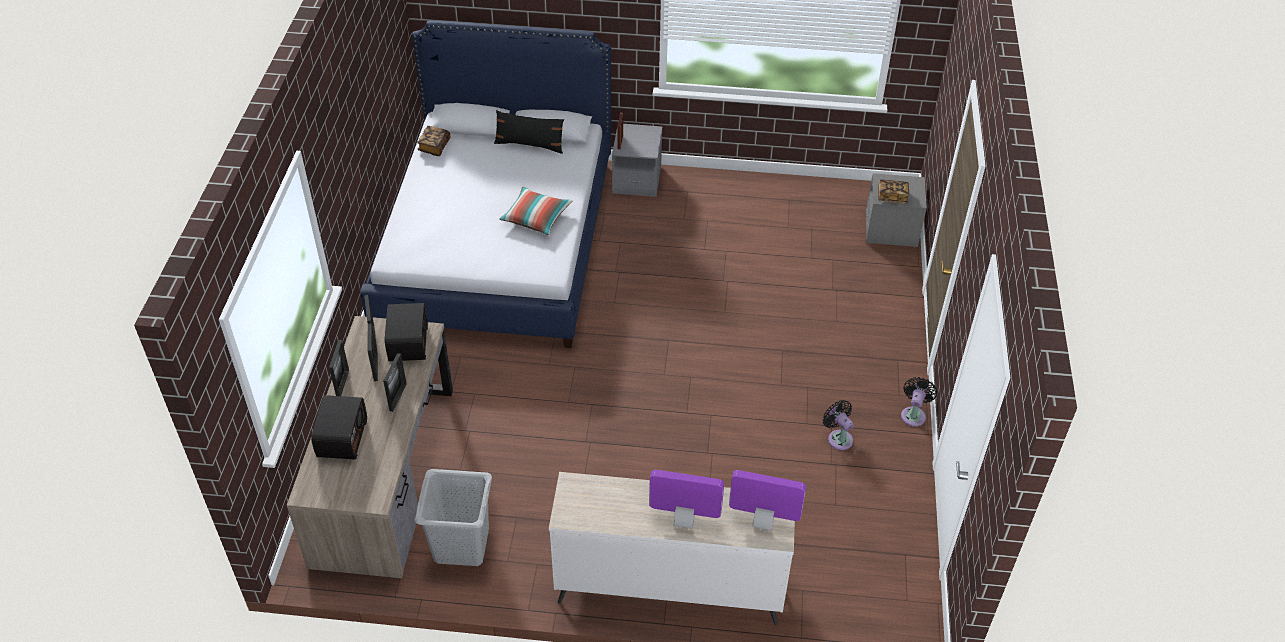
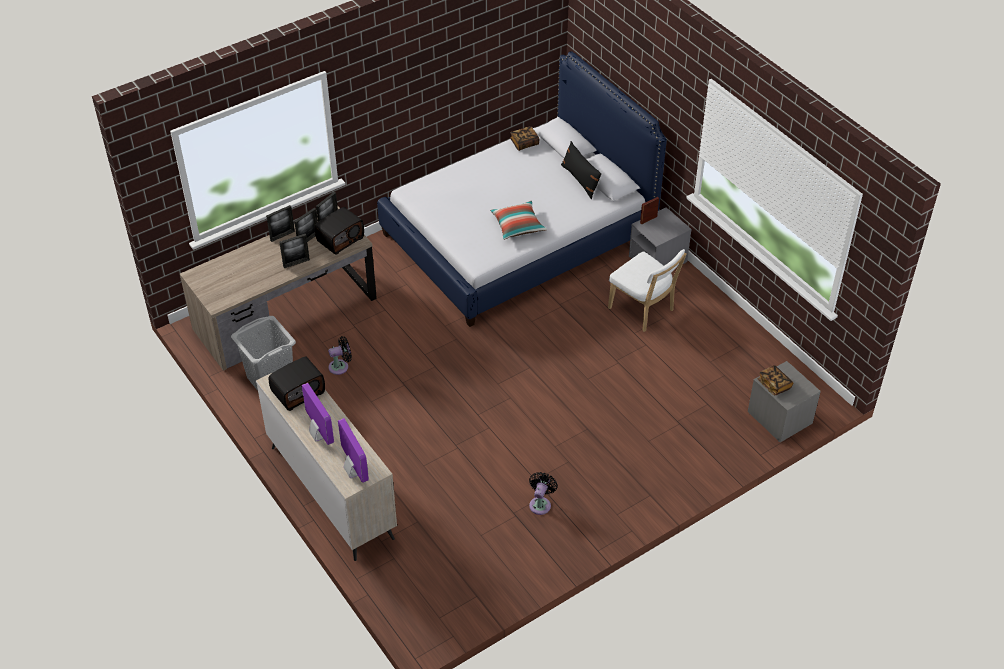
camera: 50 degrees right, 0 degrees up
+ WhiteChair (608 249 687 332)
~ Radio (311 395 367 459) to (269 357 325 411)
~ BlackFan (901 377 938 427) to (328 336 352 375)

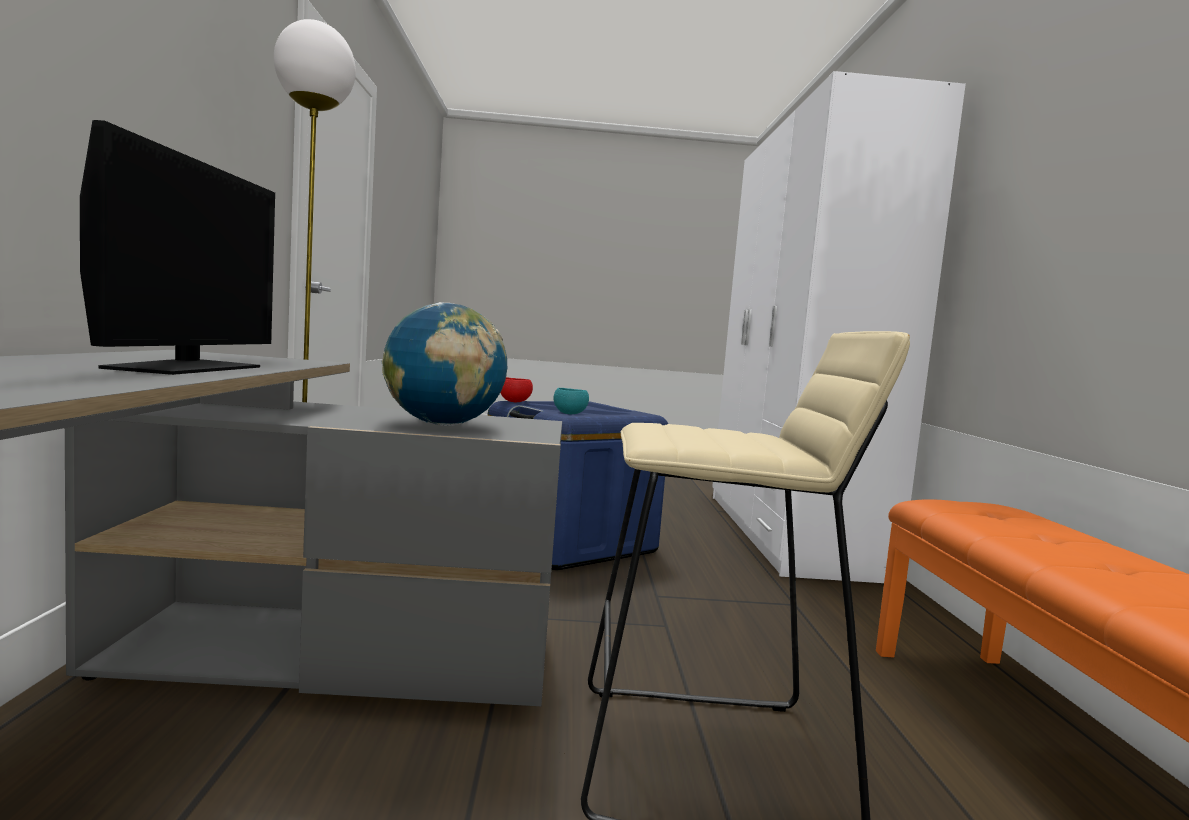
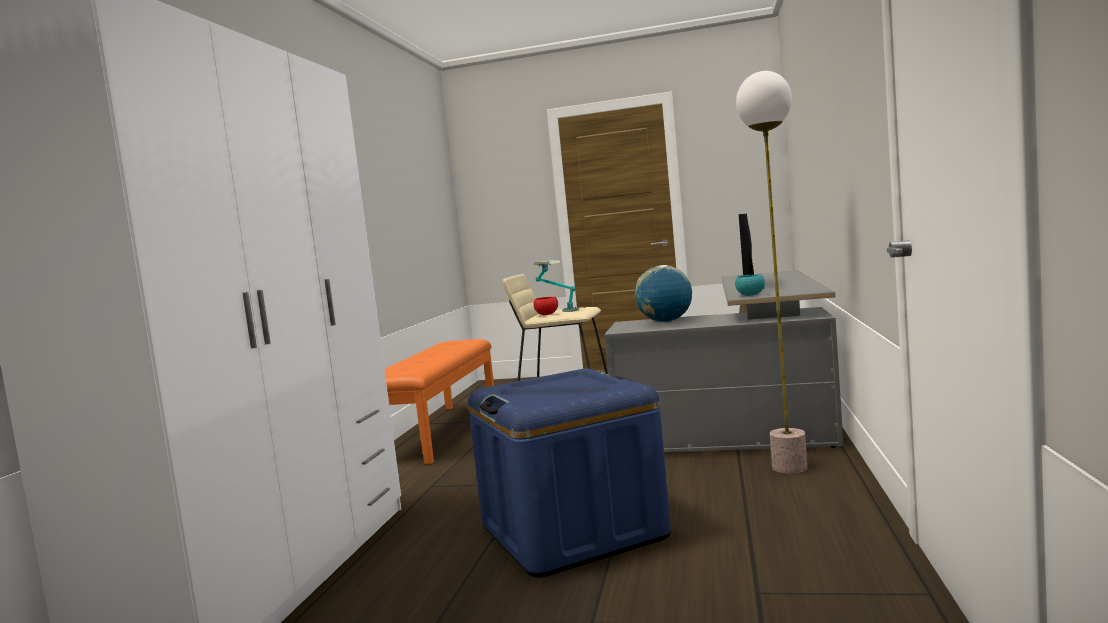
camera: 165 degrees left, 0 degrees up
+ TableLamp (533 260 579 312)
~ RedBowl (500 377 533 402) to (534 297 558 315)
~ TurquoiseBowl (553 388 589 414) to (735 274 765 296)

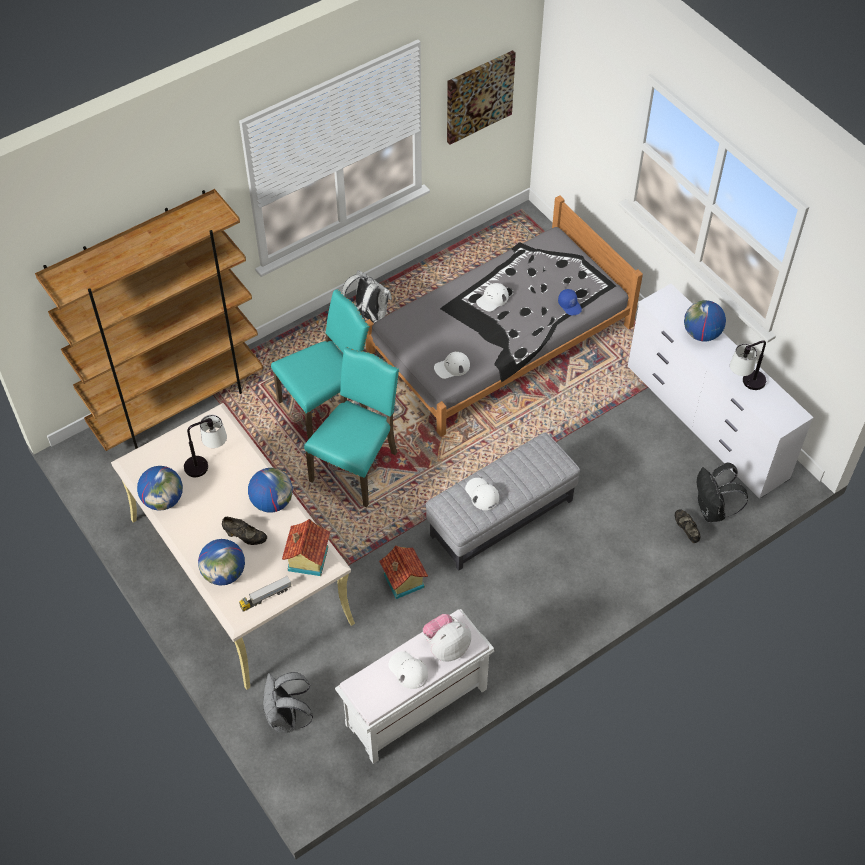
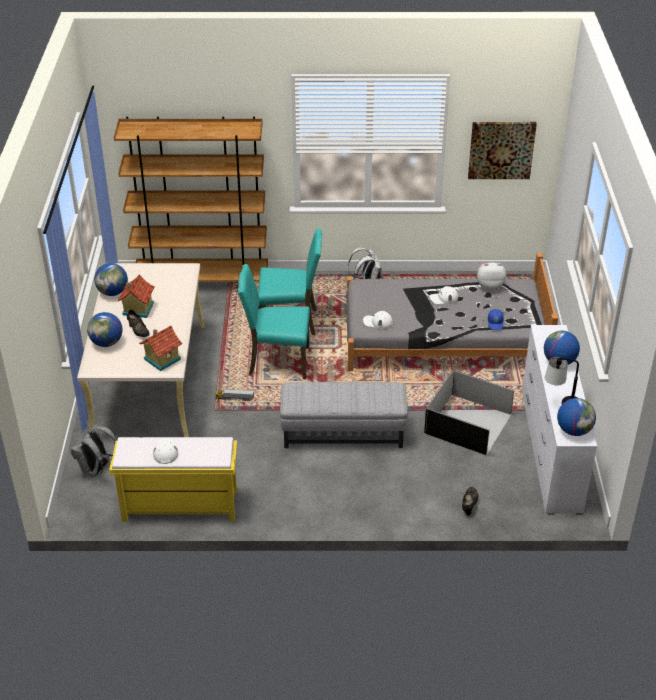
camera: 35 degrees right, 15 degrees down
- TableLamp (184 415 227 477)
- WhiteCap (465 478 499 510)
- BlackBackpack (697 463 748 522)
+ BlackStorageBox (424 370 514 455)
~ ToyTruck (239 576 291 612) to (215 389 254 401)
~ Globe (248 468 293 513) to (557 398 596 436)
~ ToyHouse (379 546 428 599) to (118 274 154 318)
~ PlushToy (423 614 471 662) to (477 262 506 290)
~ WhiteBench (335 609 494 764) to YellowBench (109 437 237 522)
~ TurquoiseChair (304 347 399 507) = (238 264 310 379) 150 degrees counterclockwise

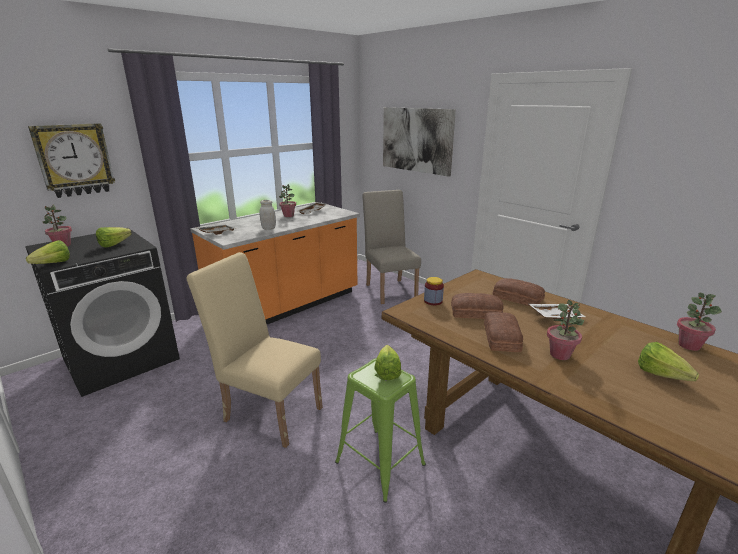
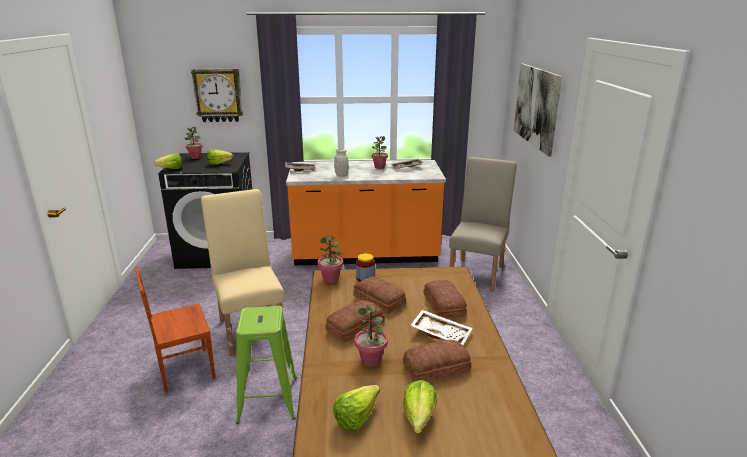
camera: 40 degrees right, 0 degrees up
+ BrownChair (135 266 215 393)
+ Bread (403 340 471 382)
~ Lettuce (375 345 401 380) to (333 385 380 431)
~ PottedPlant (677 293 722 351) to (317 234 343 283)

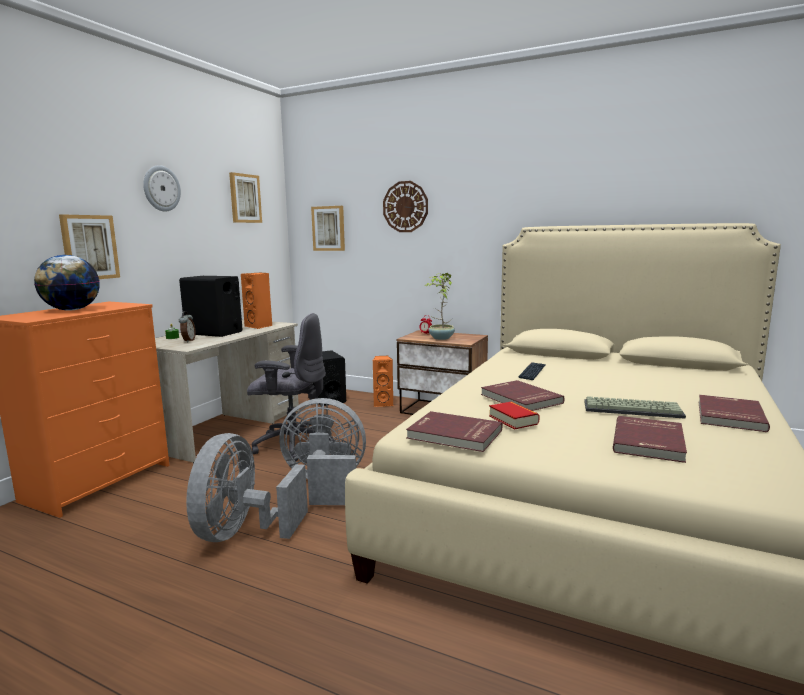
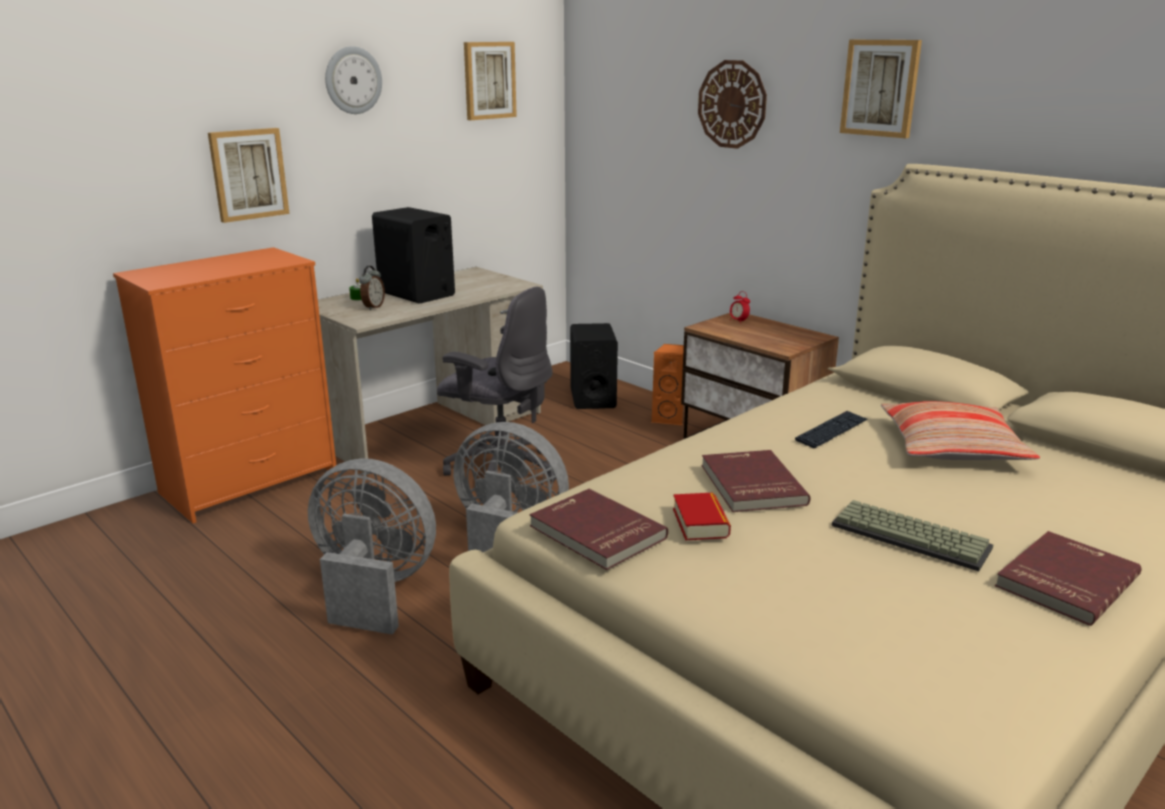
camera: 20 degrees right, 10 degrees up
- Globe (34 255 100 311)
- OrangeSpeaker (241 273 272 329)
- PottedPlant (425 273 455 340)
- RedBook (613 416 687 463)
+ Pillow (881 401 1040 460)
~ Picture (311 206 345 251) to (840 40 922 138)
~ GreyFan (186 433 308 542) = (308 458 436 635) 75 degrees clockwise

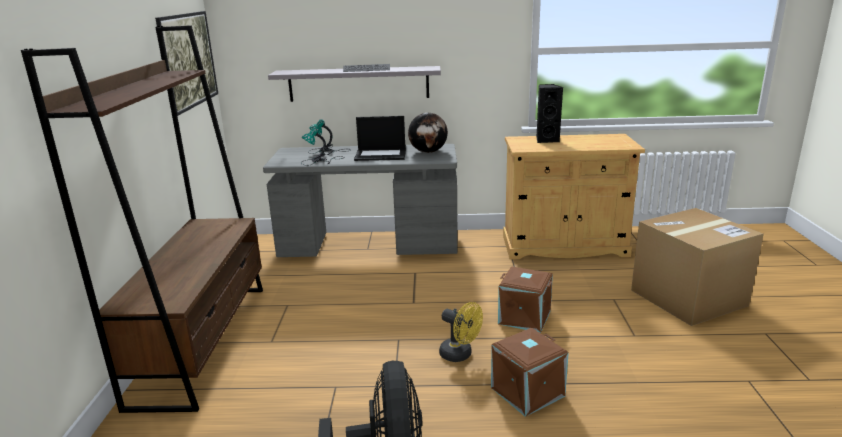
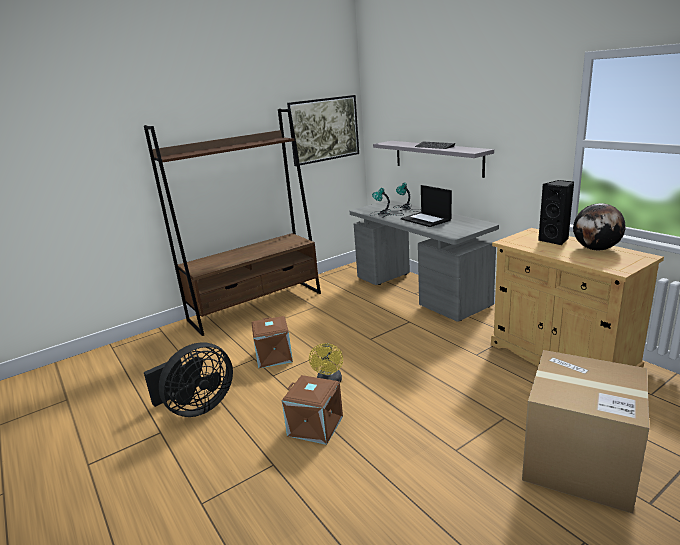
camera: 55 degrees right, 0 degrees up
~ Globe (408 113 448 153) to (573 203 625 250)
~ BrownStorageBox (498 267 553 333) to (251 316 293 369)

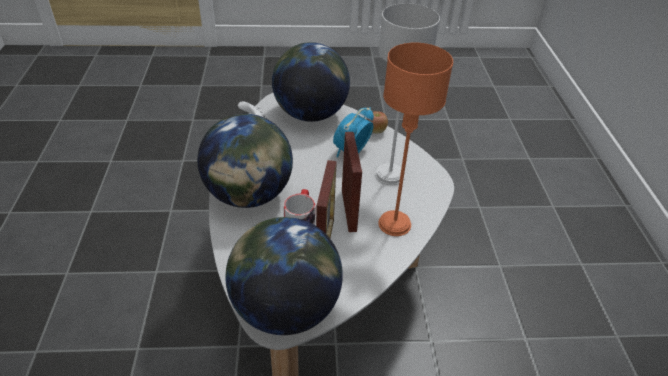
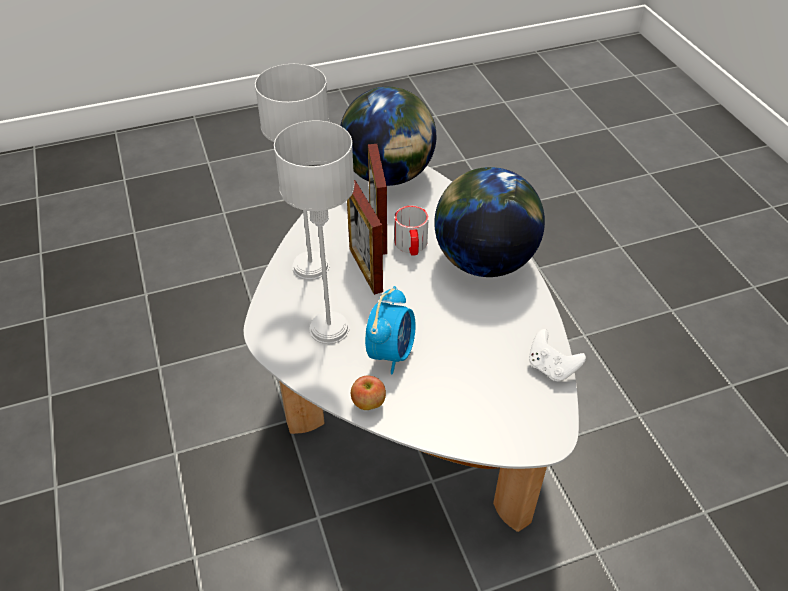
camera: 165 degrees right, 5 degrees up
- Globe (272 42 350 122)
~ OrangeTableLamp (378 43 453 236) to GreyTableLamp (255 64 330 280)

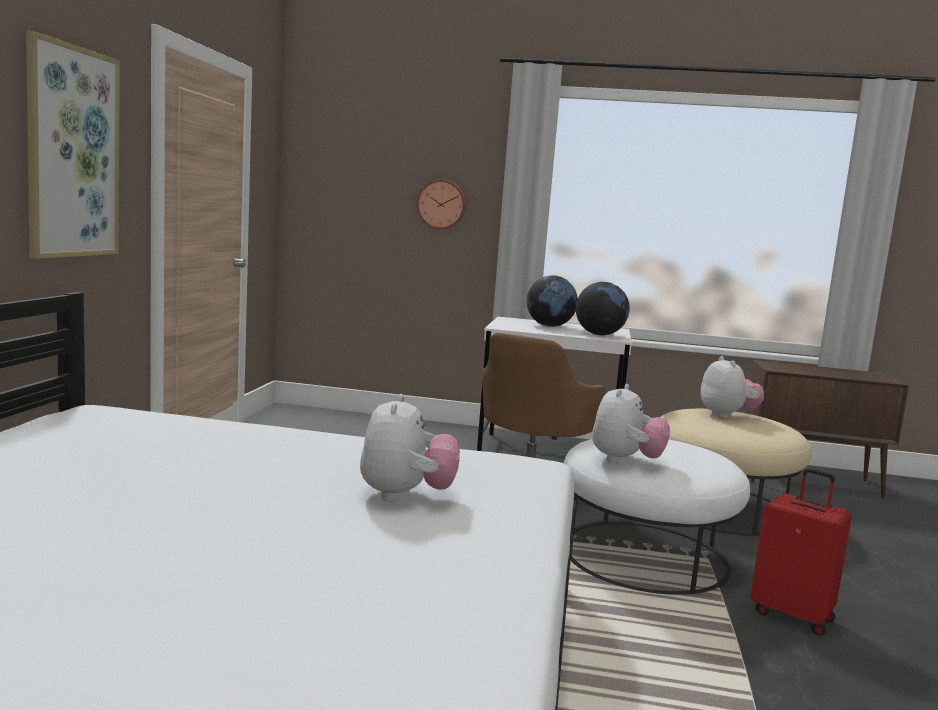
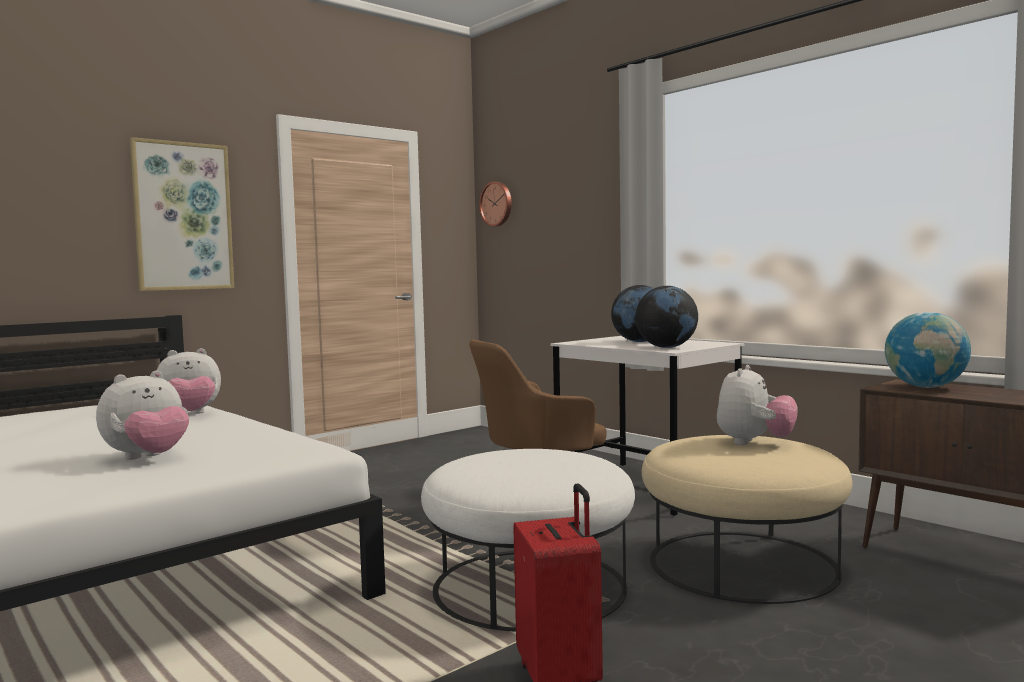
camera: 40 degrees right, 5 degrees down
+ Globe (885 312 971 388)
~ WallClock (417 179 466 230) to (479 181 512 226)
~ PlushToy (592 384 670 463) to (156 348 221 414)

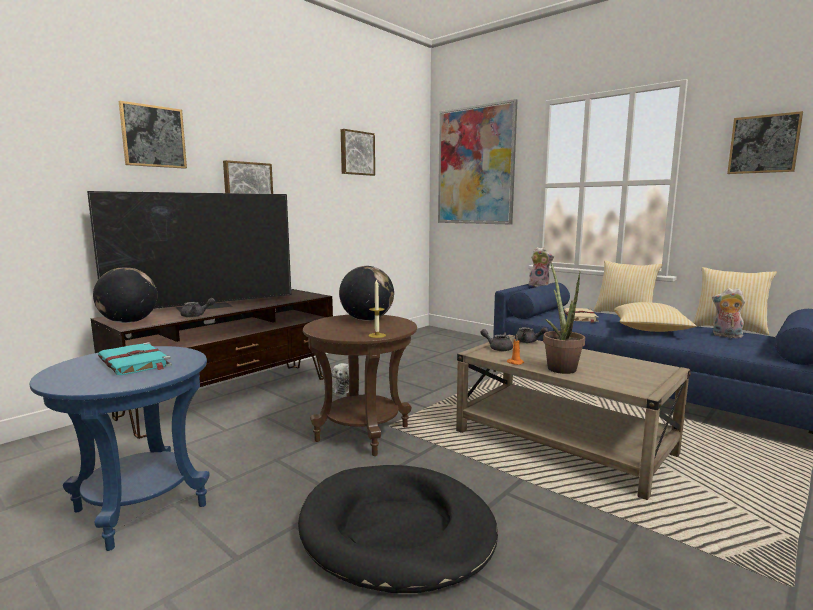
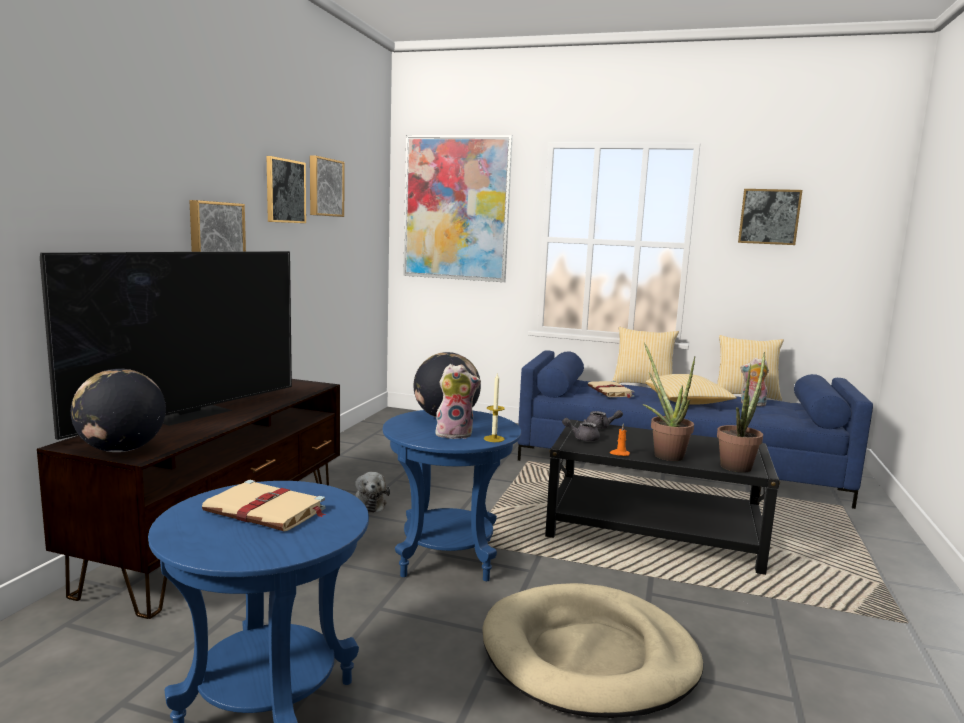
camera: 25 degrees left, 0 degrees up
- GreyTeapot (180 298 216 317)
+ PottedPlant (717 352 765 473)
~ Picture (119 101 187 169) to (267 156 306 223)
~ PlushToy (529 247 554 286) to (435 364 481 439)
~ TurquoiseBook (98 342 172 375) to BeigeBook (202 480 327 531)
~ BlackDogBed (298 465 498 593) to BeigeDogBed (482 583 703 718)
~ BrownSideTable (303 315 417 456) to BlueSideTable (383 410 521 581)
~ BeigeCoffeeTable (456 335 691 500) to BlackCoffeeTable (545 420 780 575)

